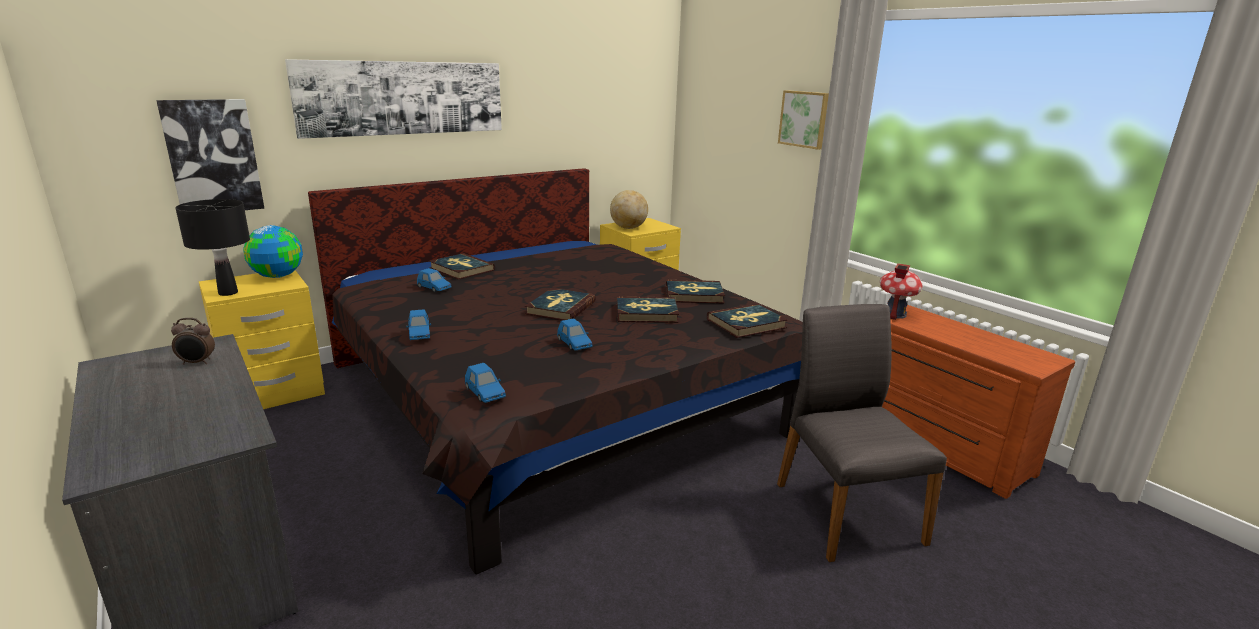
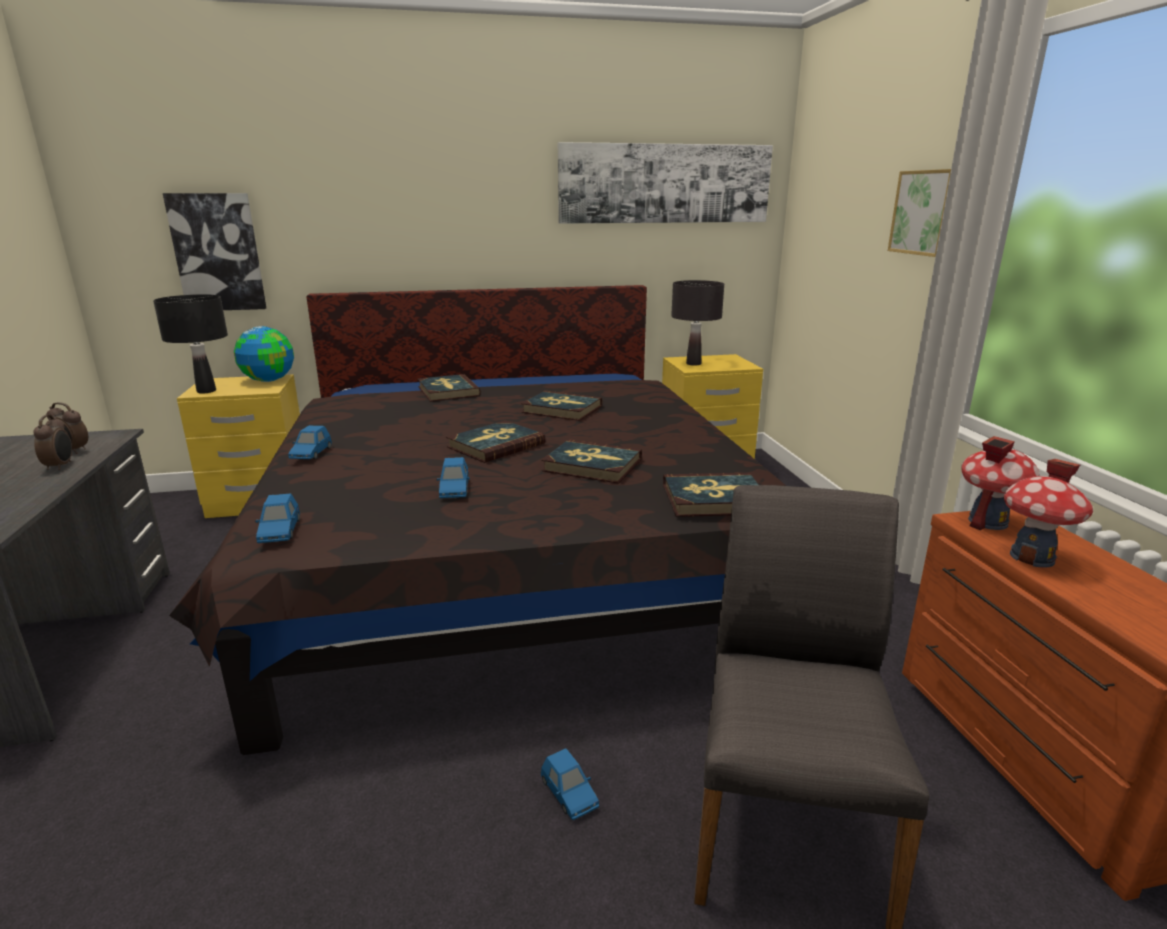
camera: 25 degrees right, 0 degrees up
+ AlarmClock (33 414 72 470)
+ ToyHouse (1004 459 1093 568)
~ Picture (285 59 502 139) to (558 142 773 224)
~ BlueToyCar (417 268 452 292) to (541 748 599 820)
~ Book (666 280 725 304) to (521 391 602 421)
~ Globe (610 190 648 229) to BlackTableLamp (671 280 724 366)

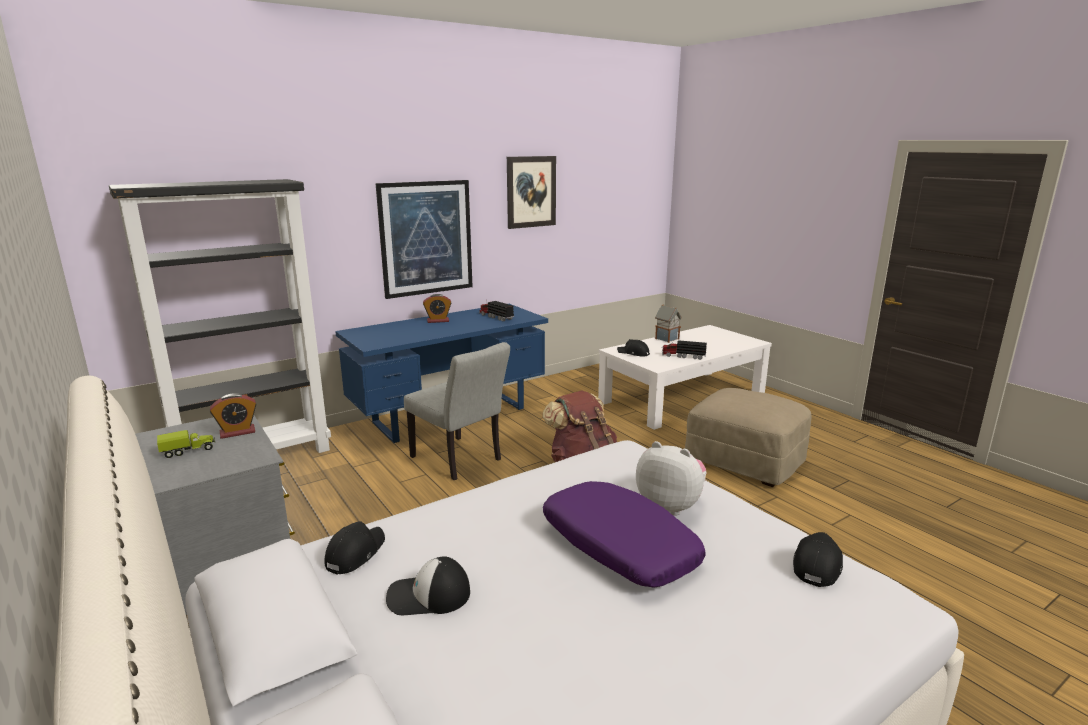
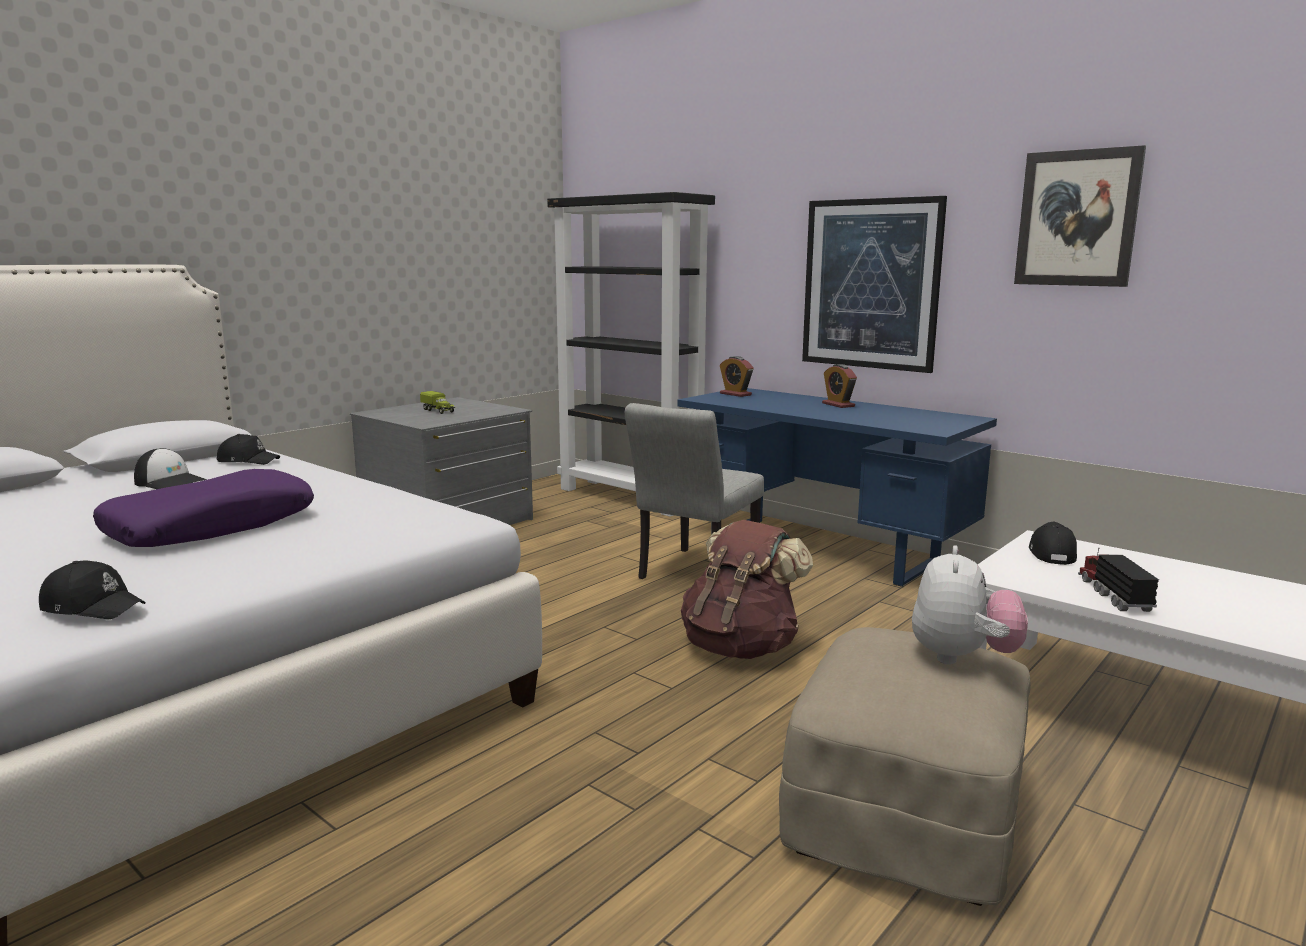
camera: 75 degrees right, 5 degrees down
- ToyTruck (479 300 514 321)
- ToyHouse (655 305 682 343)
~ AlarmClock (210 393 256 439) to (720 356 754 397)
~ PlushToy (636 441 707 516) to (912 545 1028 665)
~ Cap (386 556 470 615) = (134 448 207 489) 135 degrees clockwise

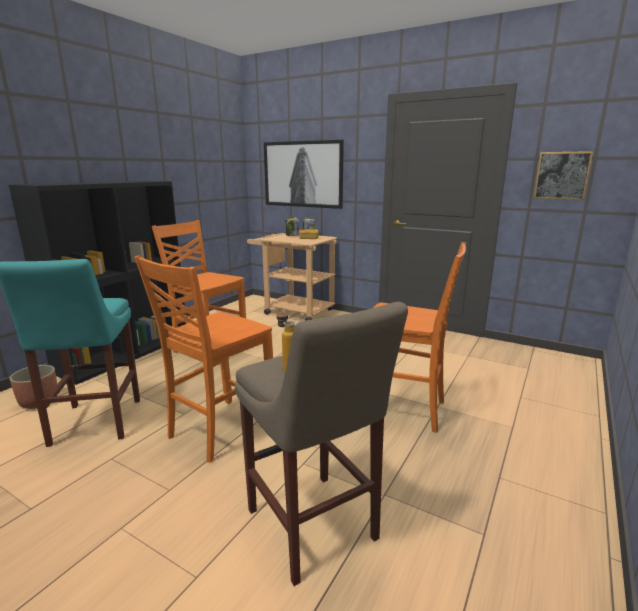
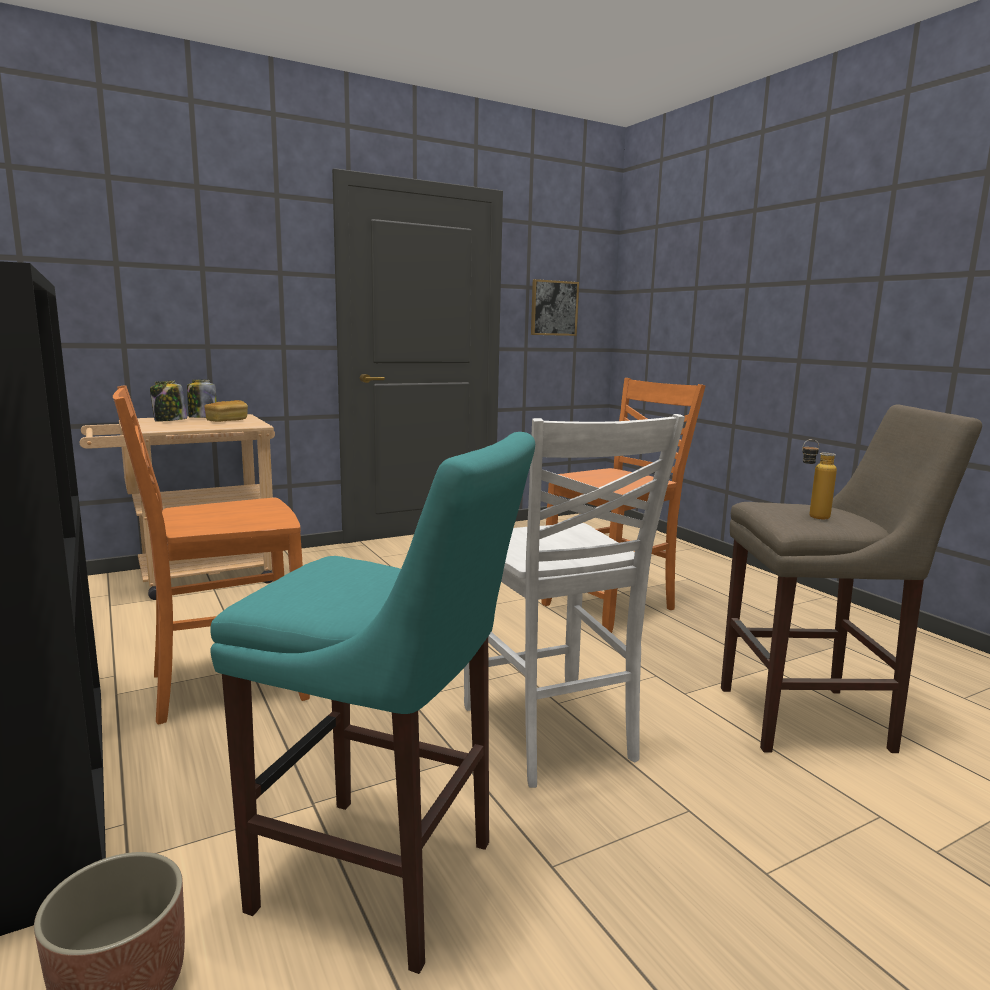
camera: 60 degrees left, 5 degrees down
- Picture (264 140 344 209)
~ OrangeChair (135 255 273 463) to WhiteChair (464 414 685 788)

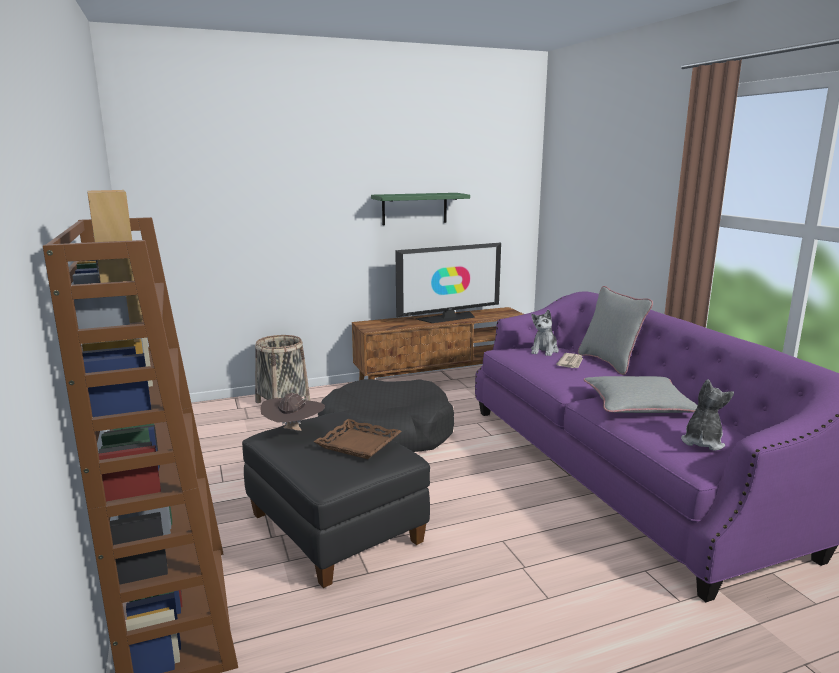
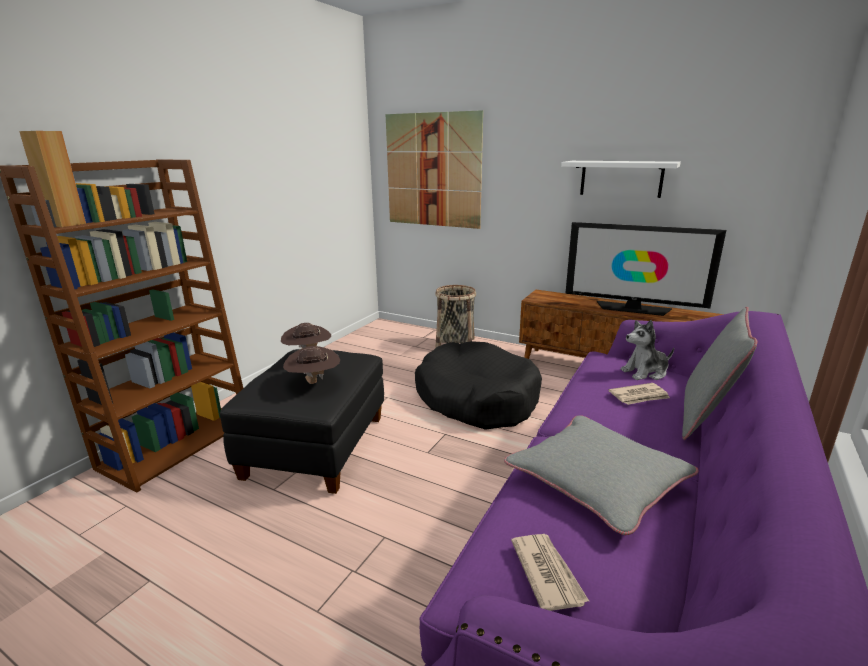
camera: 50 degrees right, 5 degrees up
+ Picture (386 110 483 229)
~ BrownTray (314 419 402 459) to BrownHat (283 346 340 384)
~ PlushToy (681 379 734 451) to Newspaper (511 534 589 611)
~ GreenShelf (371 193 470 225) to WhiteShelf (561 161 681 198)

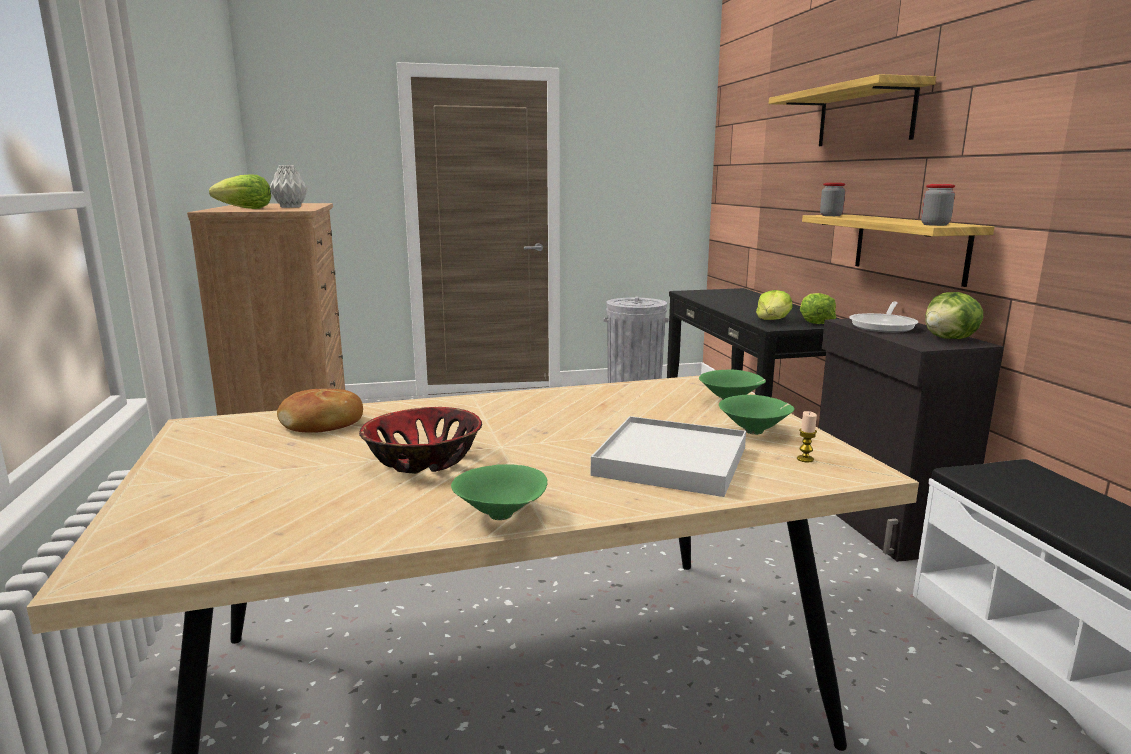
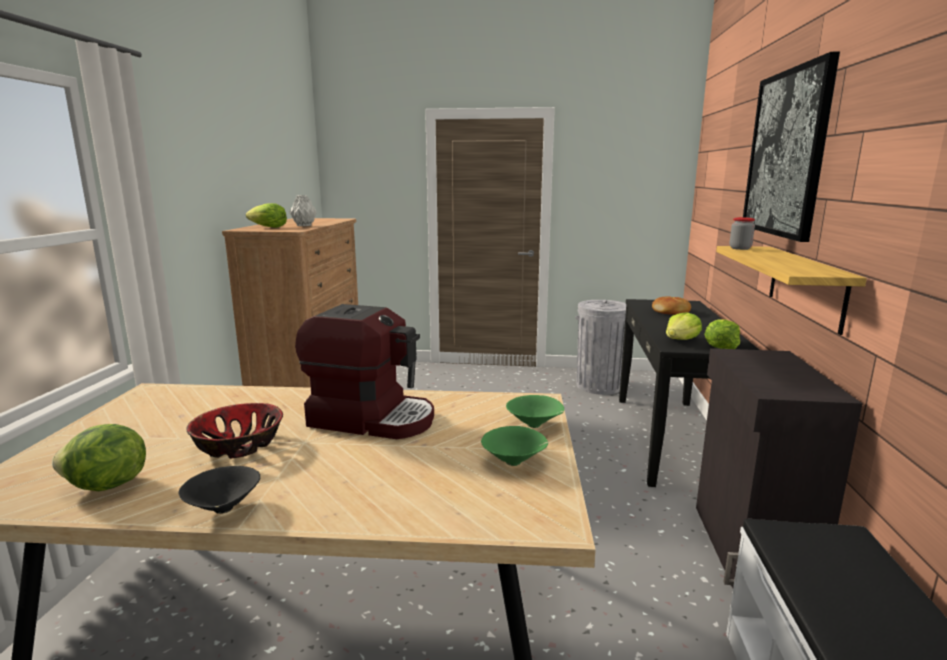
camera: 20 degrees right, 0 degrees up
- WhiteTray (591 416 746 497)
- Candle (797 411 817 462)
- FryingPan (849 302 918 333)
- Jar (921 184 955 226)
+ CoffeeMachine (295 304 434 439)
~ Bread (277 389 363 433) to (652 296 691 315)
~ Lettuce (925 292 983 339) to (52 424 146 491)
~ Shelf (769 74 936 146) to Picture (743 51 840 242)
~ GreenBowl (451 464 548 520) to BlackBowl (178 466 260 514)

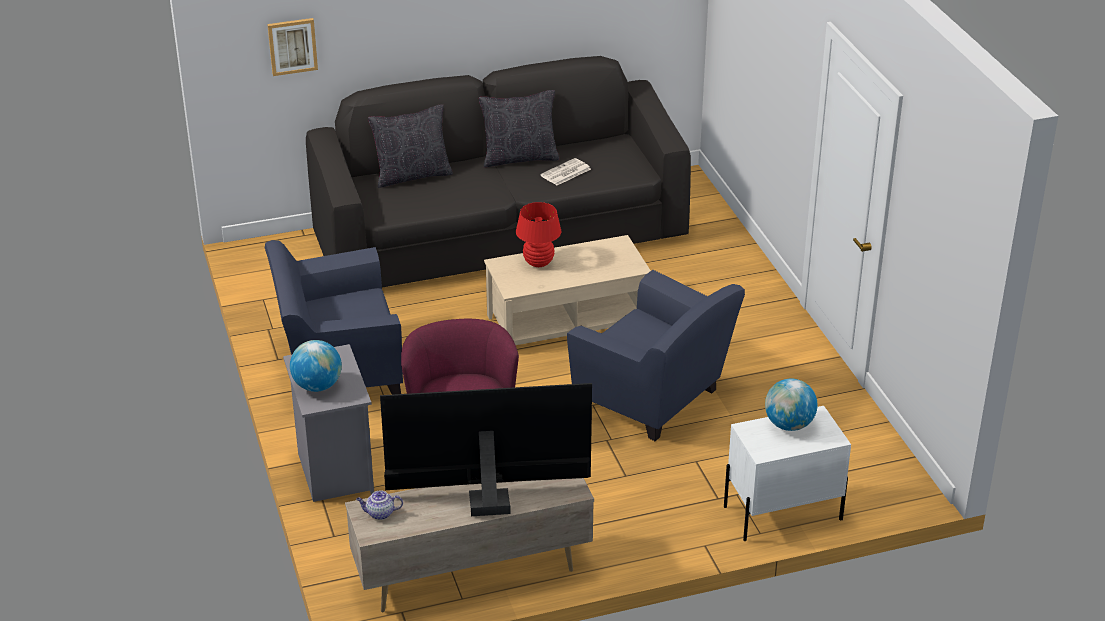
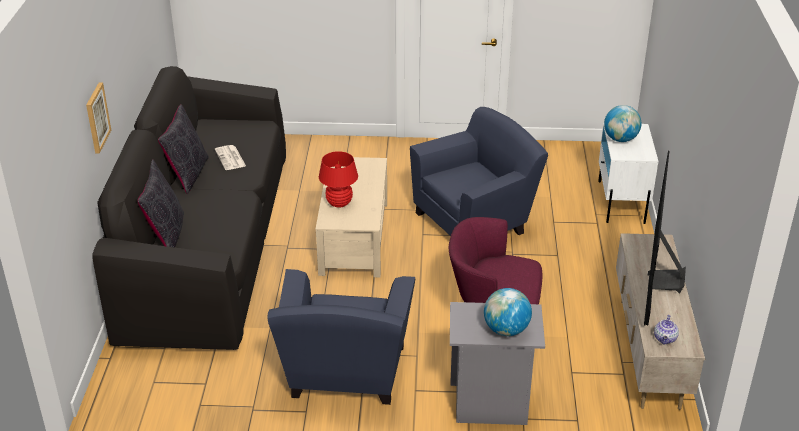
camera: 70 degrees left, 0 degrees up
~ Picture (267 18 318 76) to (86 83 111 154)

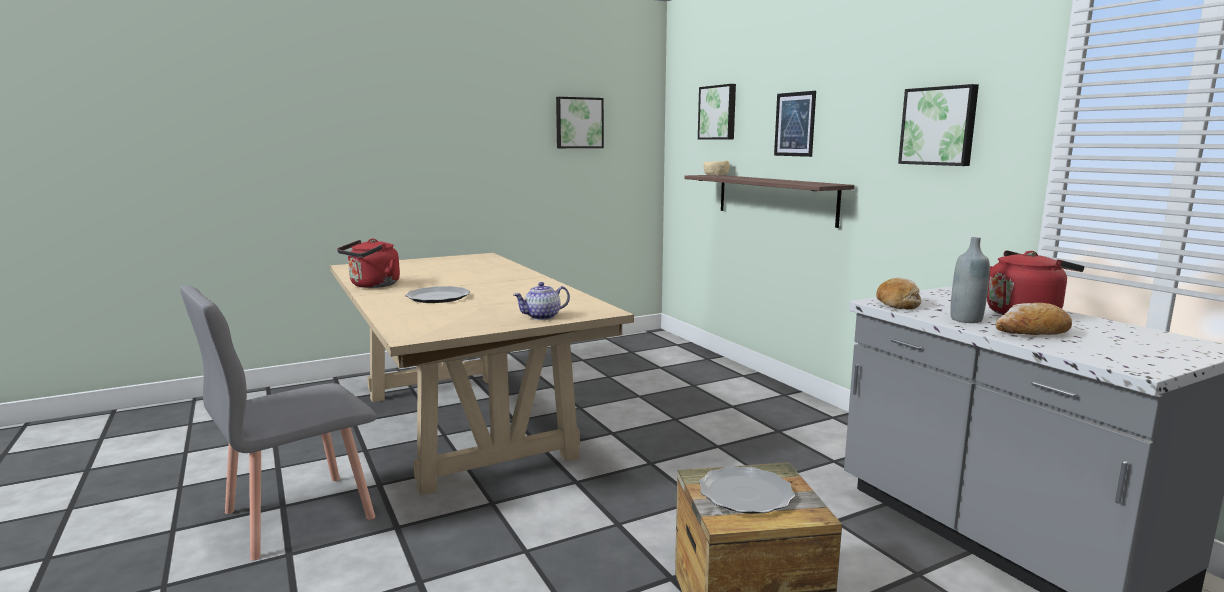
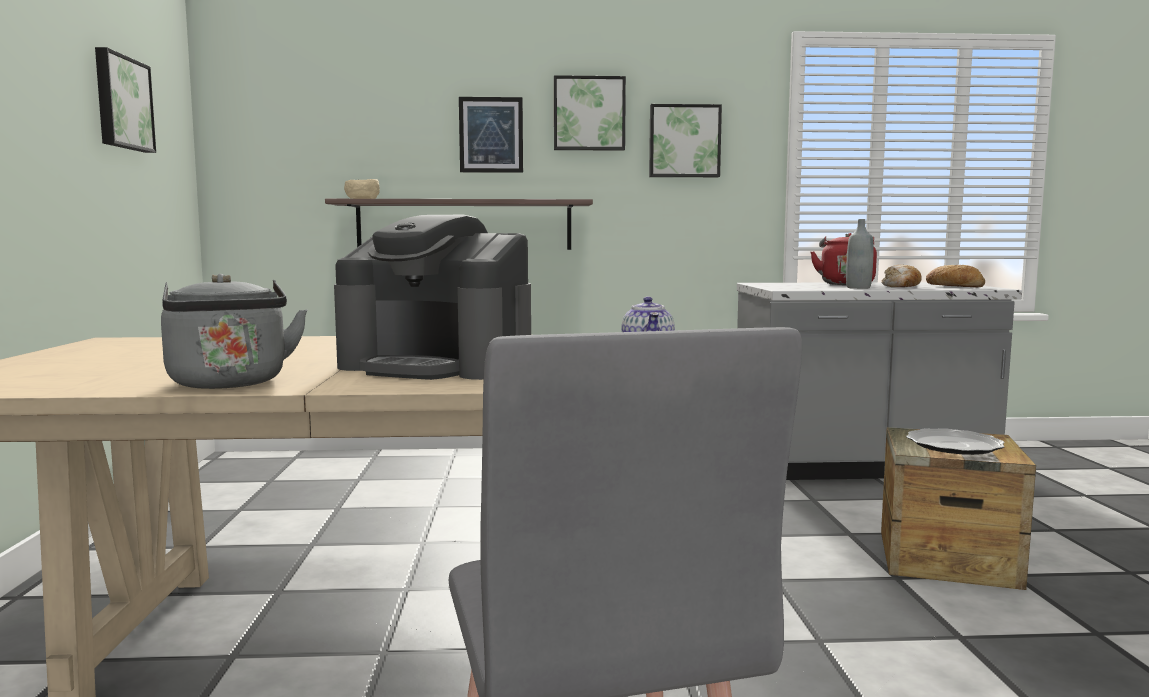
camera: 65 degrees left, 5 degrees down
~ Picture (698 84 736 140) to (554 75 626 151)
~ Bread (876 278 922 310) to (926 265 985 287)
~ Plate (405 286 470 303) to CoffeeMachine (334 214 531 380)
~ RedKettle (337 239 400 288) to GreyKettle (161 274 307 389)

